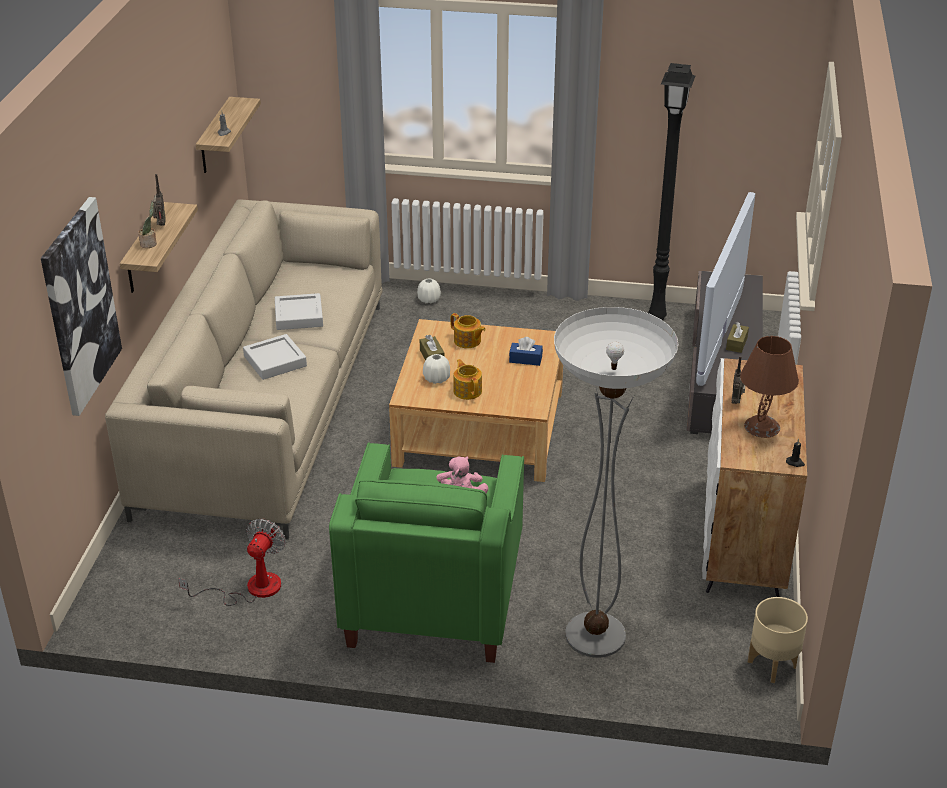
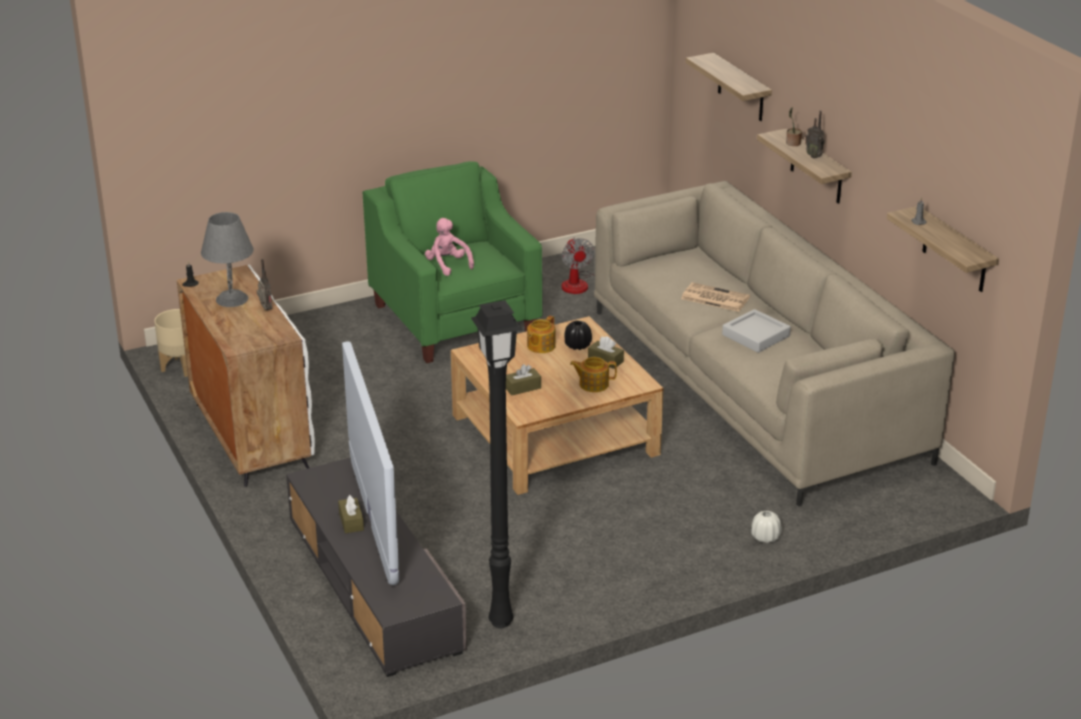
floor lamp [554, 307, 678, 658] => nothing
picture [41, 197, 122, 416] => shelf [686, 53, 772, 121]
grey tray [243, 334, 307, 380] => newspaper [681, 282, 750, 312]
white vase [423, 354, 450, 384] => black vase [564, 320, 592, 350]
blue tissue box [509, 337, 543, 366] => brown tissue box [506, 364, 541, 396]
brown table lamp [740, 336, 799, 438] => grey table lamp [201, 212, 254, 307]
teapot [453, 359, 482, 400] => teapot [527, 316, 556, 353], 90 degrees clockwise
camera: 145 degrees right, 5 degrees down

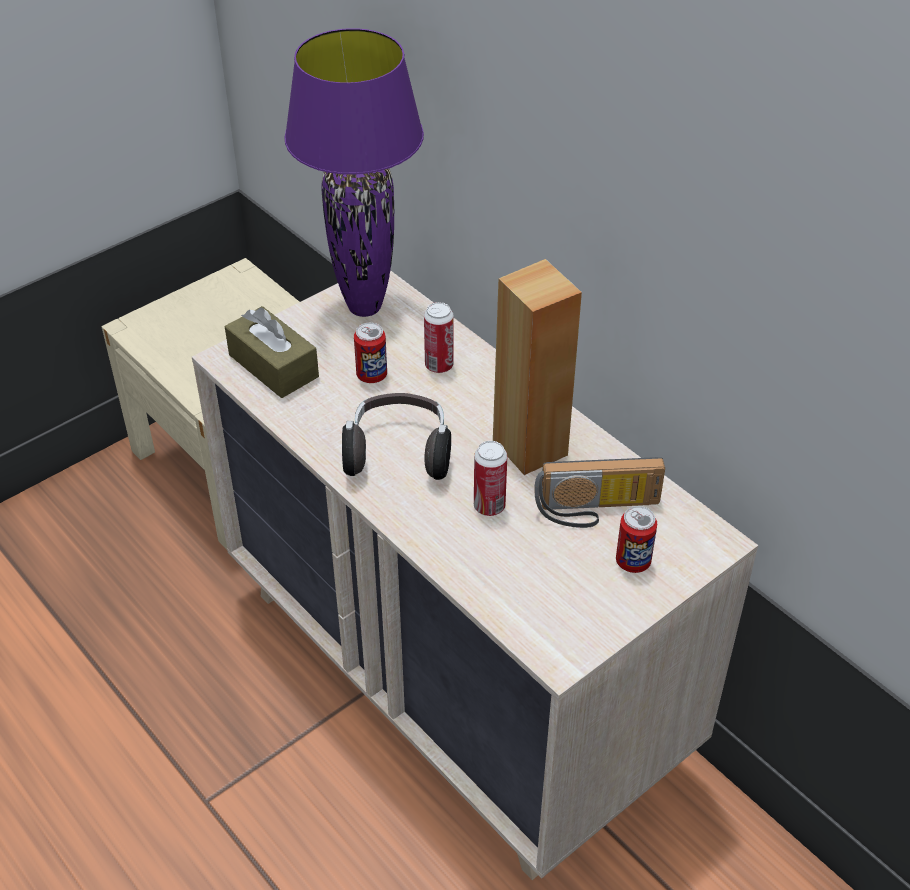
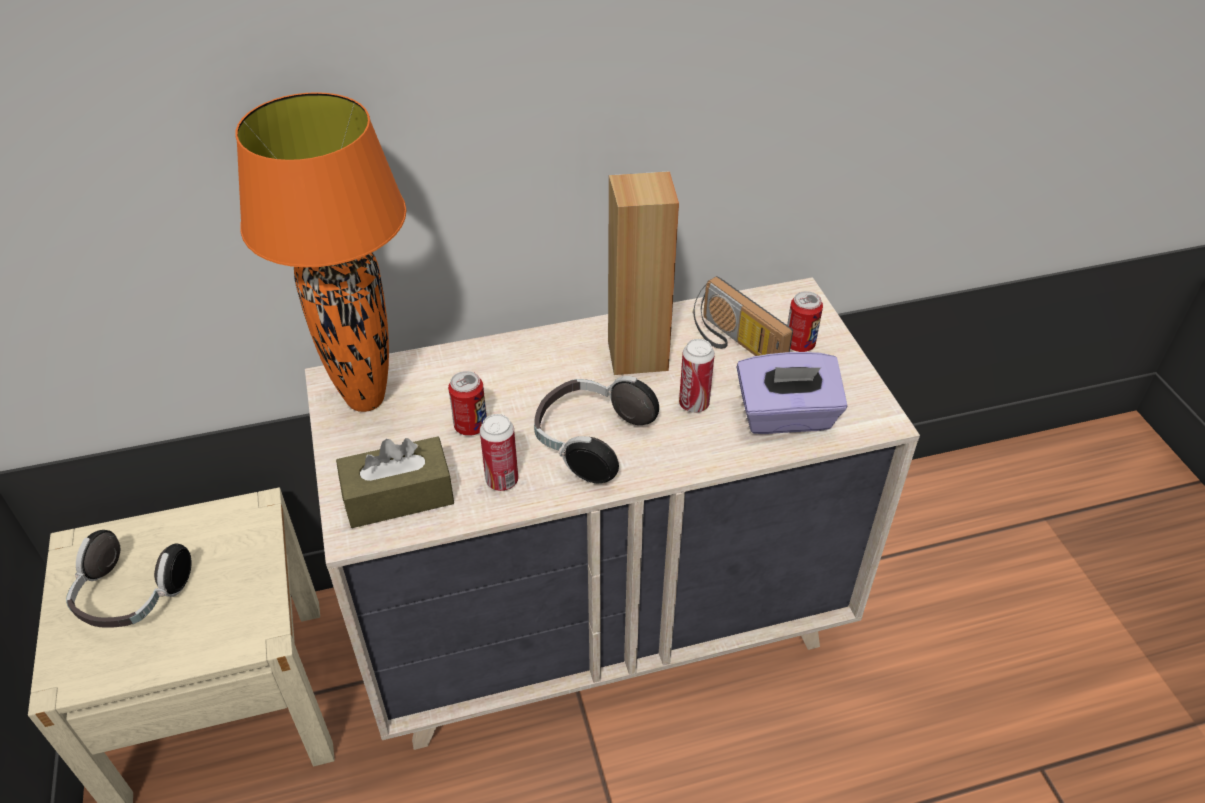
nothing => headphones [66, 530, 191, 628]
nothing => purple tissue box [737, 352, 847, 434]
can [424, 302, 454, 373] => can [480, 414, 518, 491], shifted
purple table lamp [284, 28, 424, 317] => orange table lamp [235, 92, 407, 412]
radio [534, 457, 665, 528] => radio [694, 276, 793, 356], 120 degrees clockwise
camera: 65 degrees left, 0 degrees up

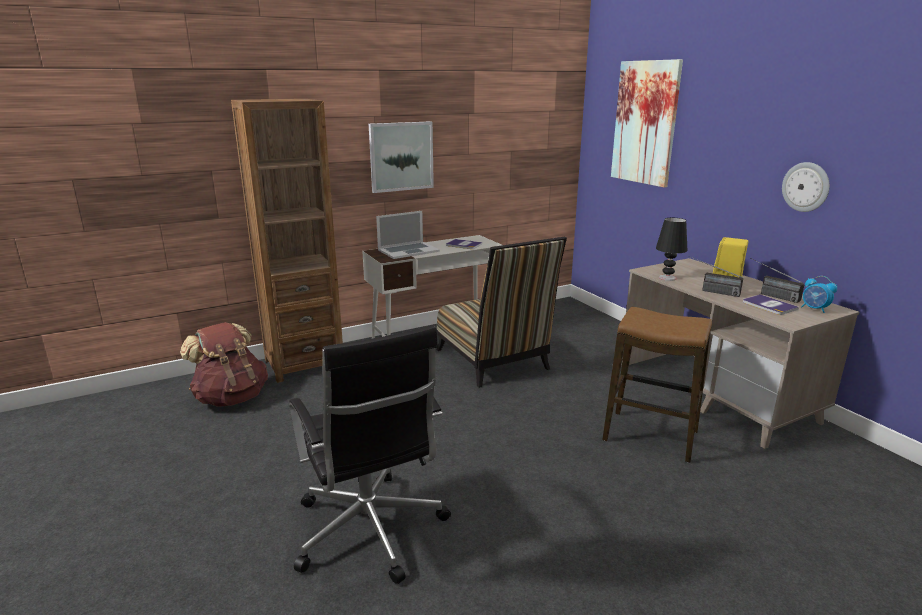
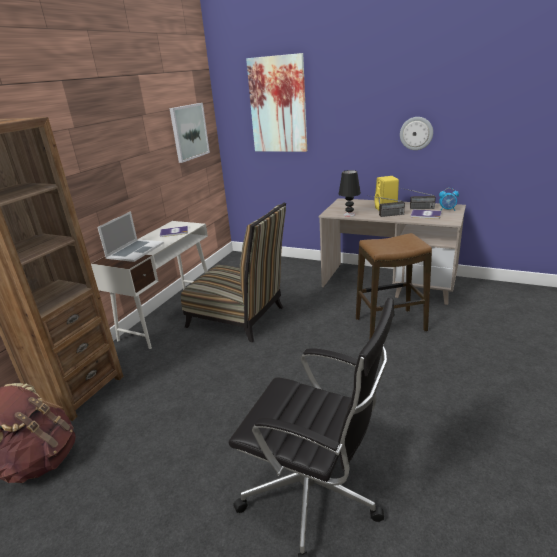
picture [369, 122, 434, 193] => picture [169, 103, 210, 163], shifted
camera: 35 degrees left, 5 degrees up

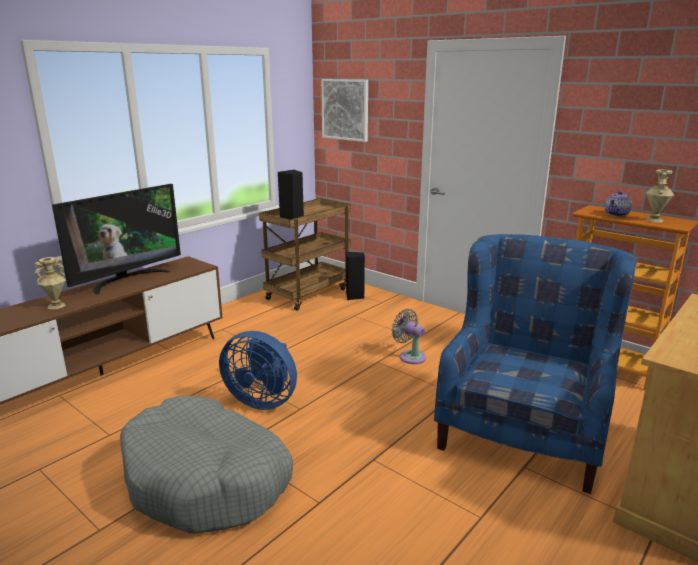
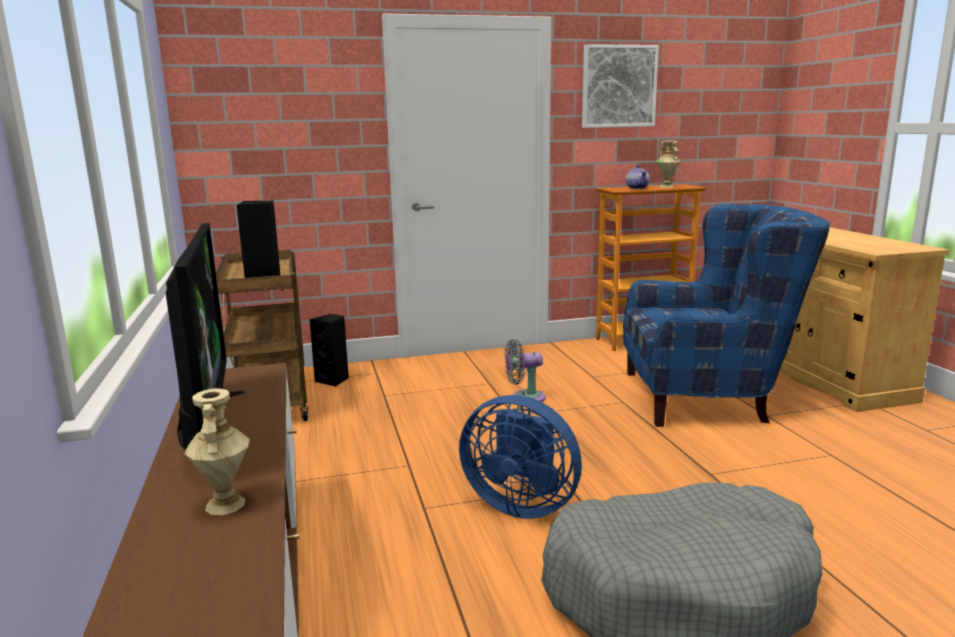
picture [321, 79, 368, 142] => picture [582, 44, 659, 128], shifted
blue fan [219, 331, 297, 410] => blue fan [459, 395, 582, 519], 60 degrees clockwise
blue armchair [434, 234, 637, 494] => blue armchair [623, 204, 830, 427], 120 degrees clockwise
camera: 55 degrees left, 5 degrees down

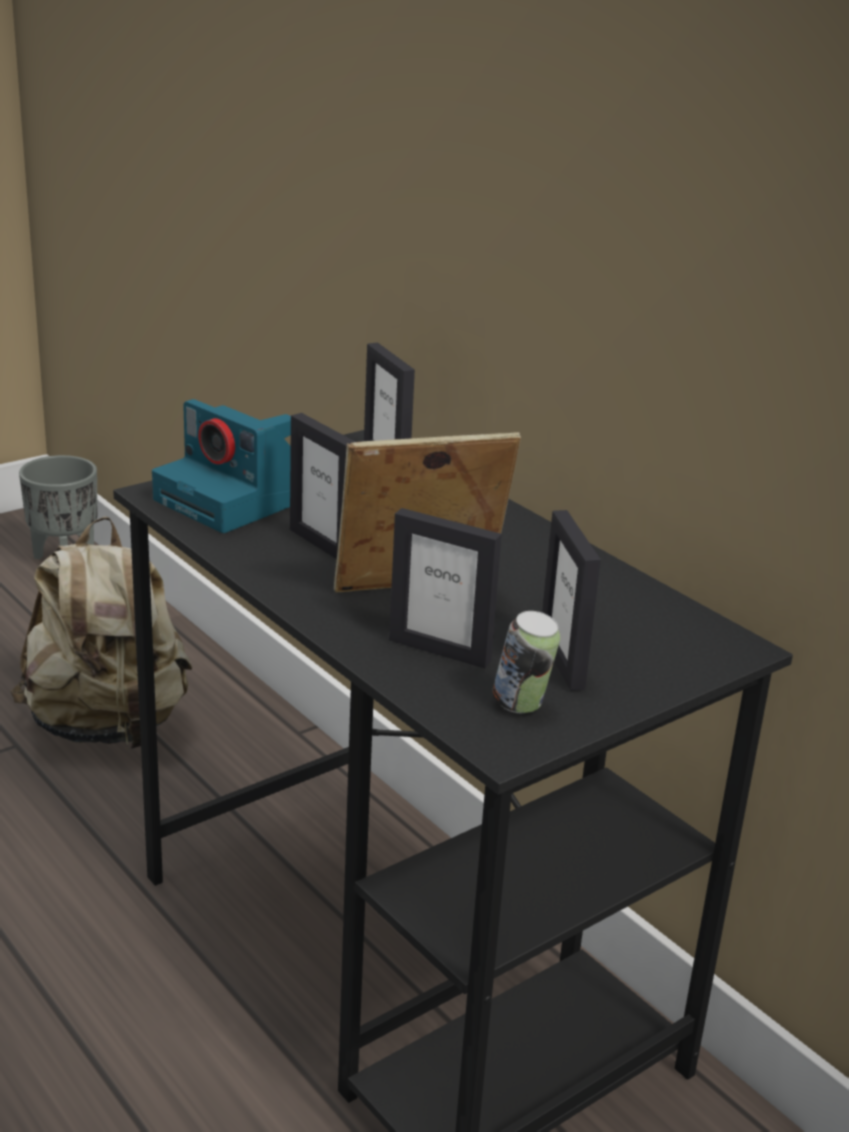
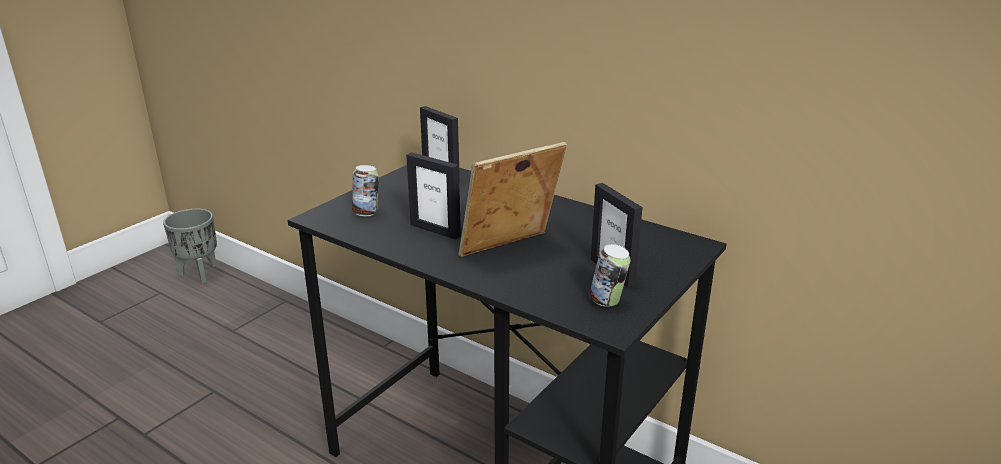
beige backpack [11, 516, 192, 749] => nothing
picture frame [389, 508, 502, 668] => nothing
photo camera [152, 399, 291, 533] => can [352, 165, 379, 216]
camera: 15 degrees left, 0 degrees up

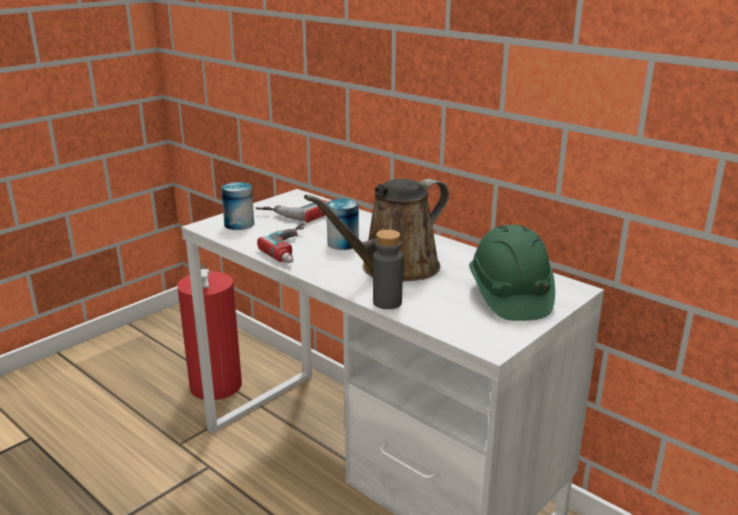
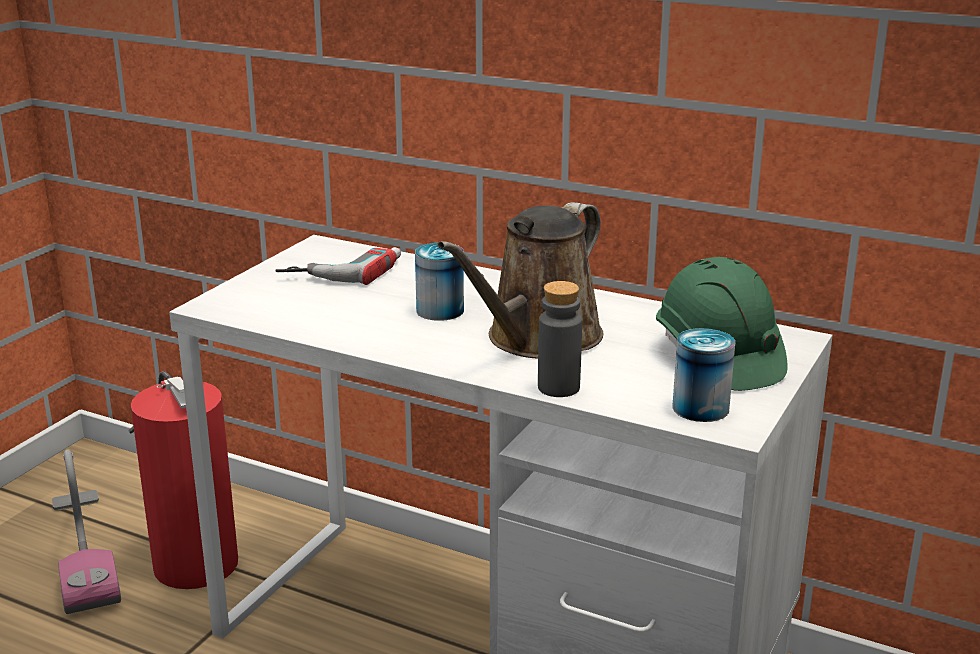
power drill [257, 224, 305, 263] => nothing
nothing => vacuum cleaner [52, 449, 121, 614]
can [221, 182, 254, 230] => can [672, 328, 735, 422], shifted
camera: 15 degrees left, 0 degrees up

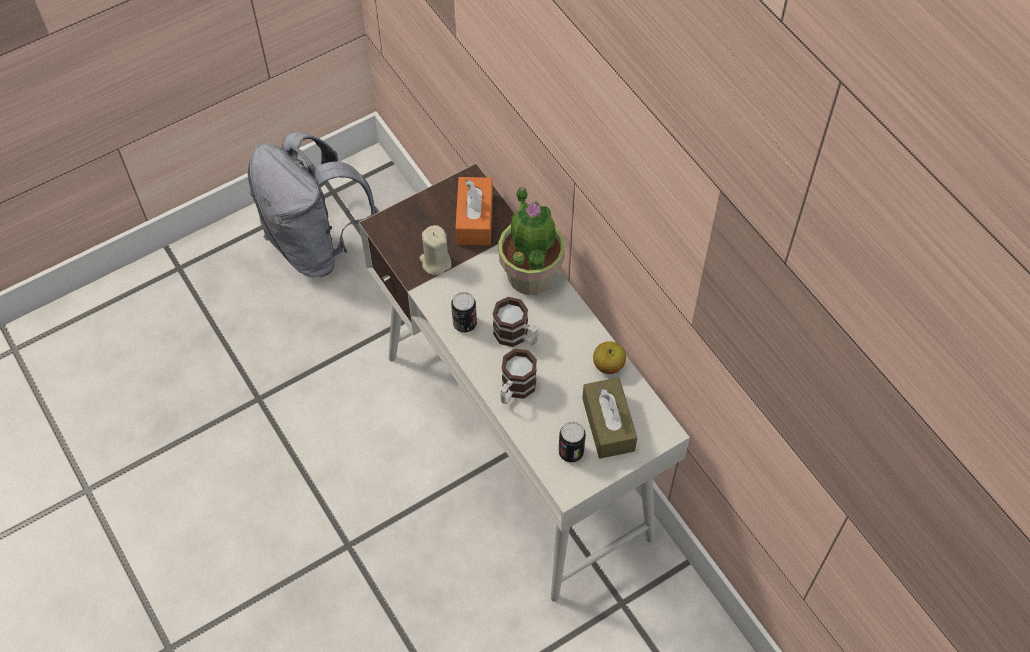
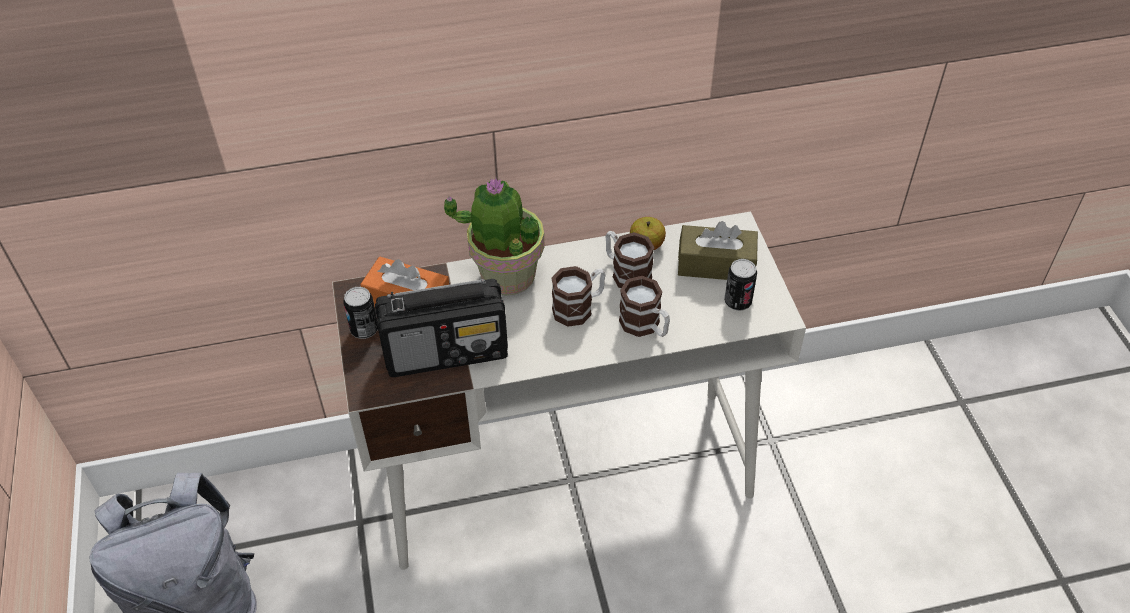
nothing => mug [605, 231, 654, 288]
can [451, 292, 477, 333] => can [343, 287, 378, 339], shifted
beige candle [420, 225, 452, 276] => radio [375, 279, 508, 377]
camera: 70 degrees left, 10 degrees down

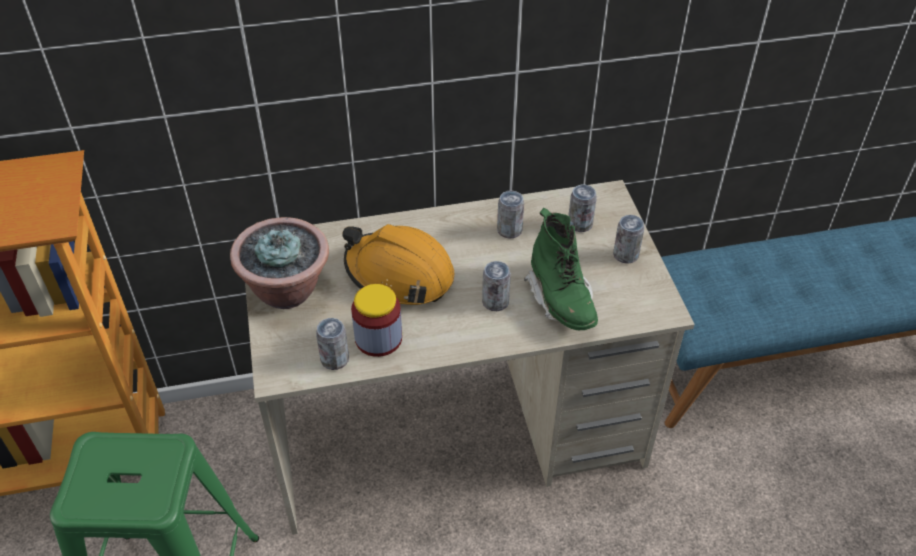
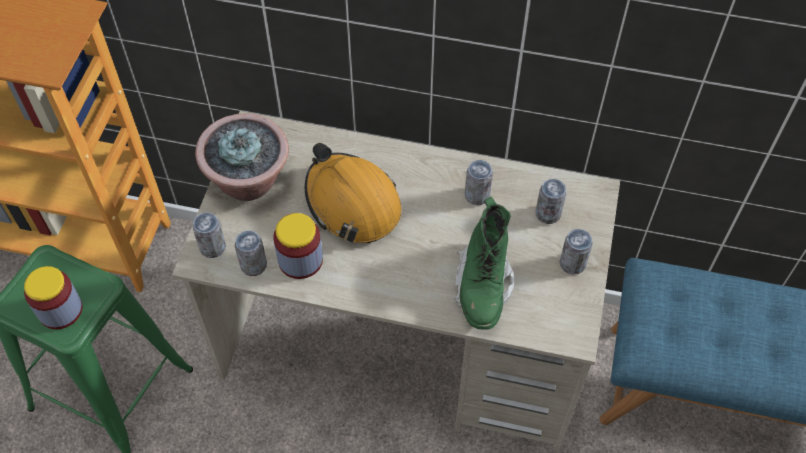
nothing => jar [24, 266, 82, 329]
can [482, 261, 511, 311] => can [193, 212, 226, 258], shifted
camera: 25 degrees right, 10 degrees up

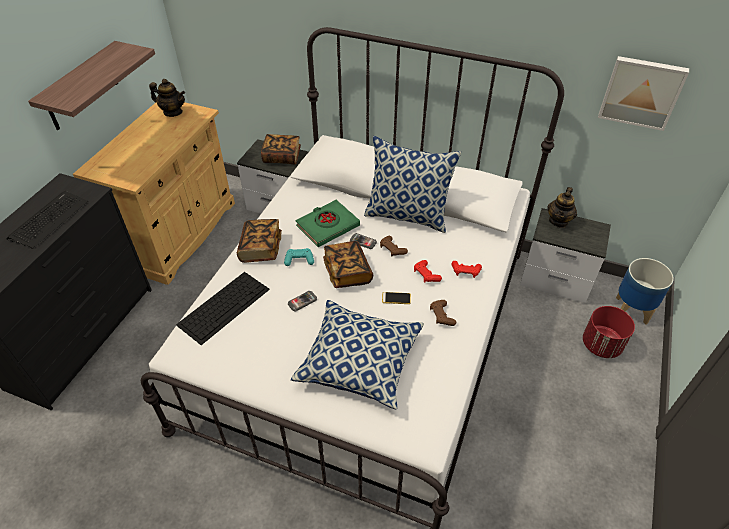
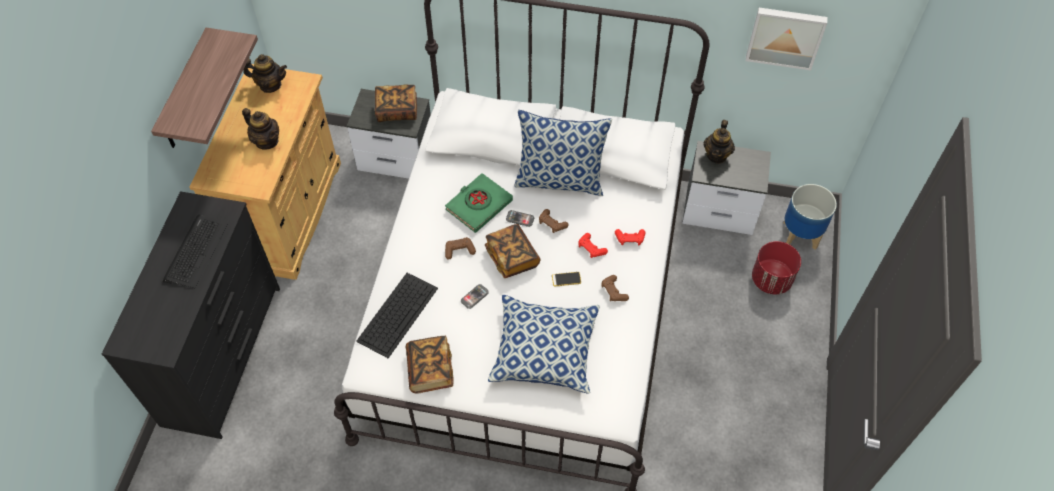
nothing => teapot [242, 108, 279, 150]
book [237, 219, 282, 263] => book [406, 336, 454, 394], shifted
turquoise game controller [284, 248, 314, 266] => brown game controller [445, 237, 476, 260]
camera: 10 degrees left, 10 degrees up

